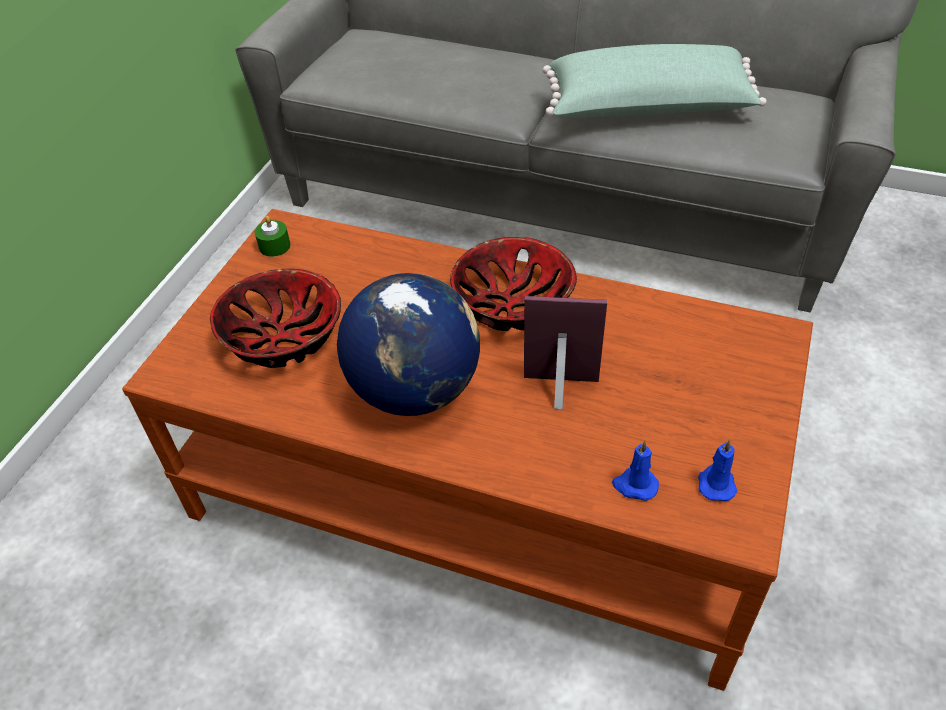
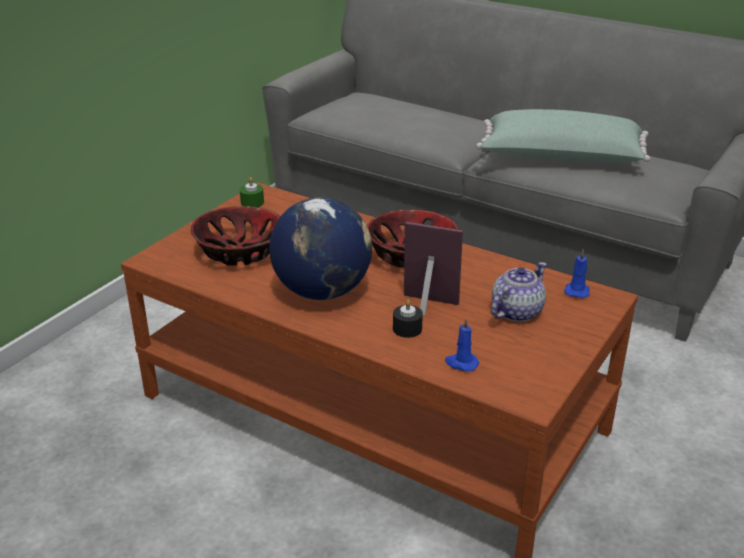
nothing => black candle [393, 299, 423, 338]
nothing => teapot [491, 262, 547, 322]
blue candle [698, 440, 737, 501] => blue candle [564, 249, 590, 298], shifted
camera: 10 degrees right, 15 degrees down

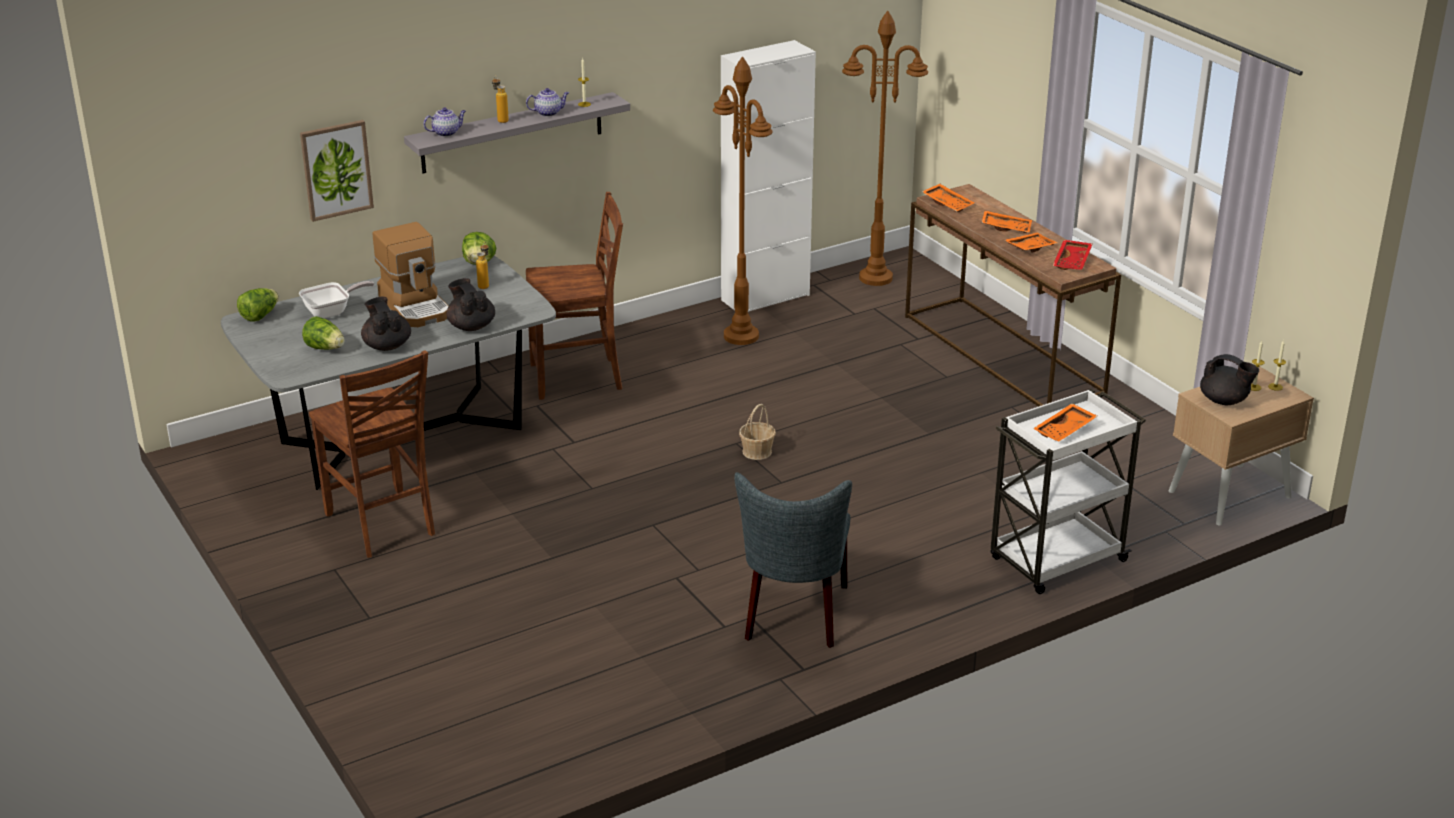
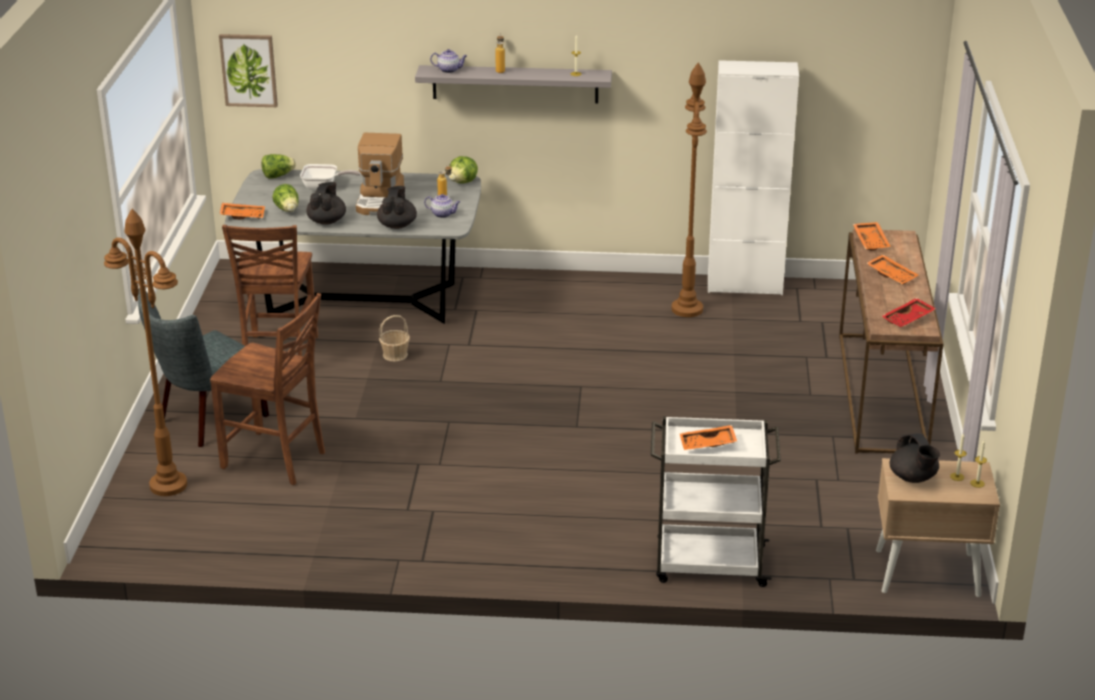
picture [300, 120, 374, 222] => picture [219, 34, 278, 107], shifted
teapot [526, 88, 569, 117] => teapot [424, 194, 460, 218], shifted
brown chair [526, 192, 623, 400] => brown chair [210, 293, 325, 485], shifted
grey chair [735, 472, 852, 648] => grey chair [138, 288, 269, 447], shifted
basket [739, 404, 776, 460] => basket [379, 315, 410, 362], shifted
brown floor lamp [842, 11, 928, 286] => brown floor lamp [104, 209, 187, 496], shifted
orange tray [1005, 232, 1058, 252] => orange tray [220, 203, 265, 219], shifted
camera: 35 degrees right, 0 degrees up

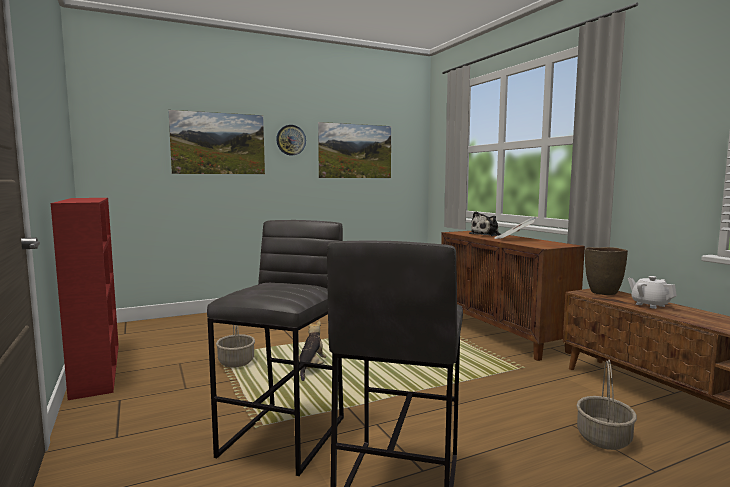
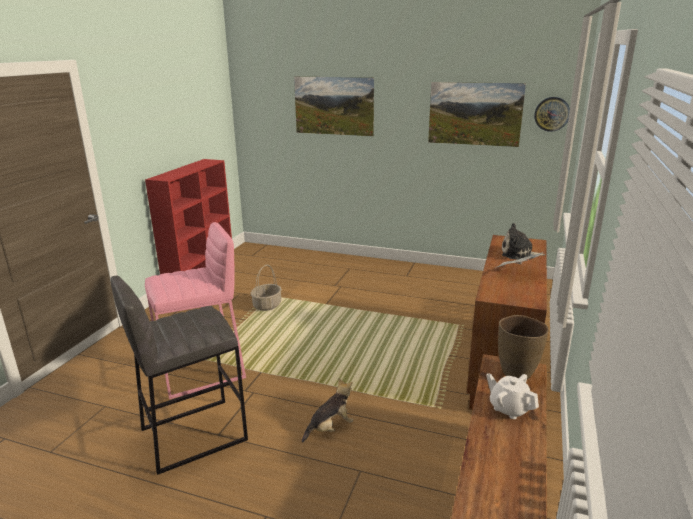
basket [576, 359, 637, 450] => nothing
wall clock [276, 125, 306, 156] => wall clock [534, 97, 570, 132], shifted
plush toy [299, 321, 327, 381] => plush toy [302, 378, 353, 443], shifted
grey stool [207, 220, 344, 476] => pink stool [145, 222, 246, 399]
white teapot [628, 276, 677, 309] => white teapot [486, 373, 539, 419], 60 degrees counterclockwise
camera: 45 degrees right, 15 degrees up

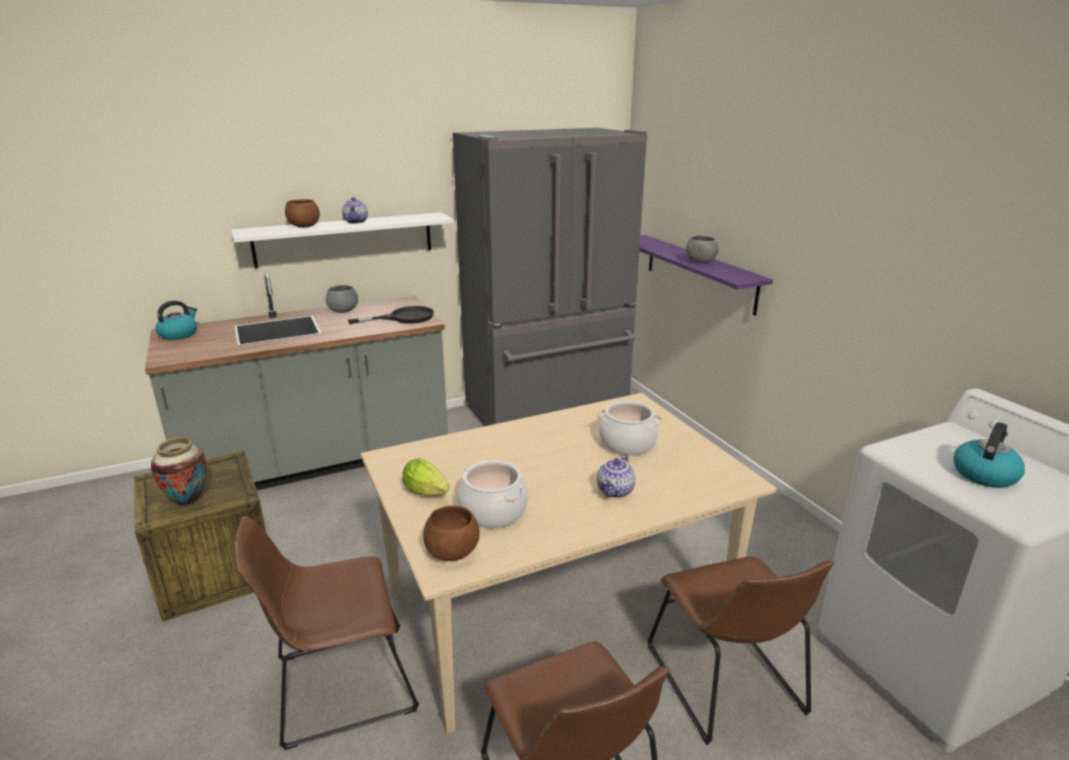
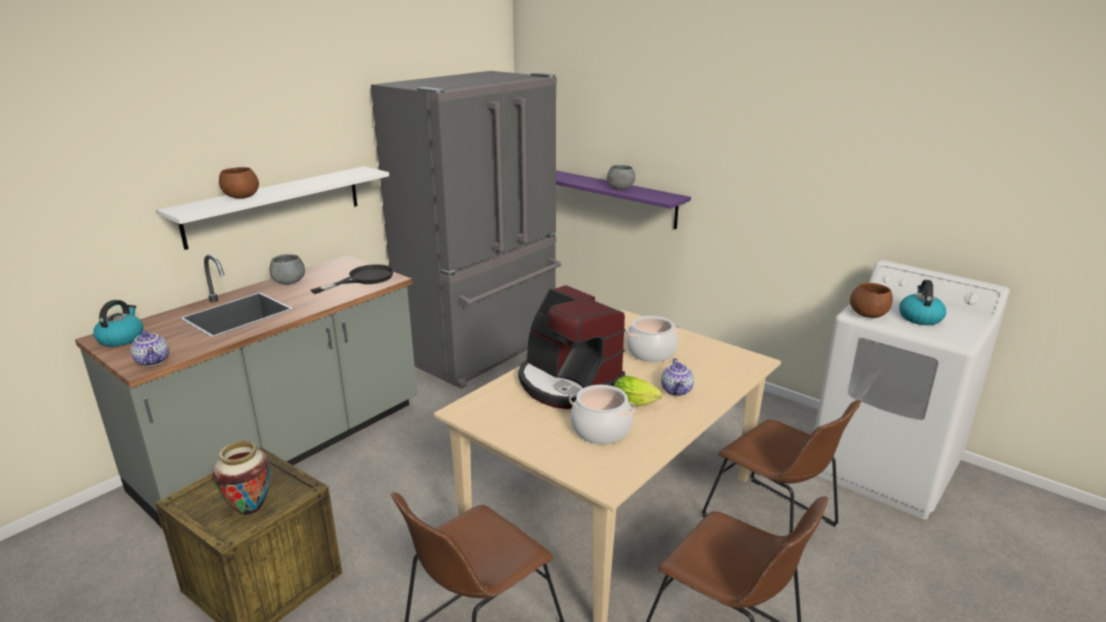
nothing => coffee machine [518, 285, 626, 409]
teapot [342, 197, 368, 224] => teapot [130, 330, 169, 366], shifted
lettuce [403, 458, 450, 496] => lettuce [614, 376, 662, 406], shifted
brown bowl [423, 505, 480, 561] => brown bowl [850, 283, 893, 318], shifted
camera: 25 degrees left, 0 degrees up

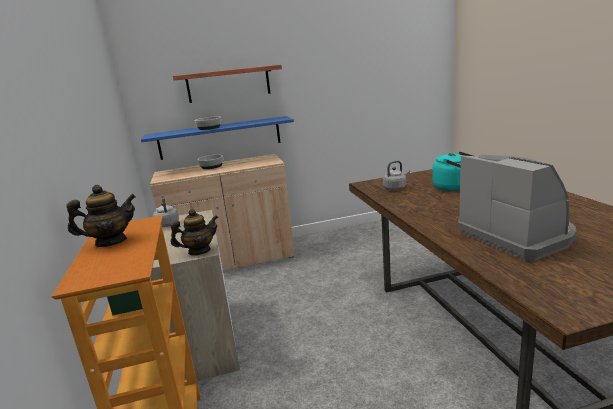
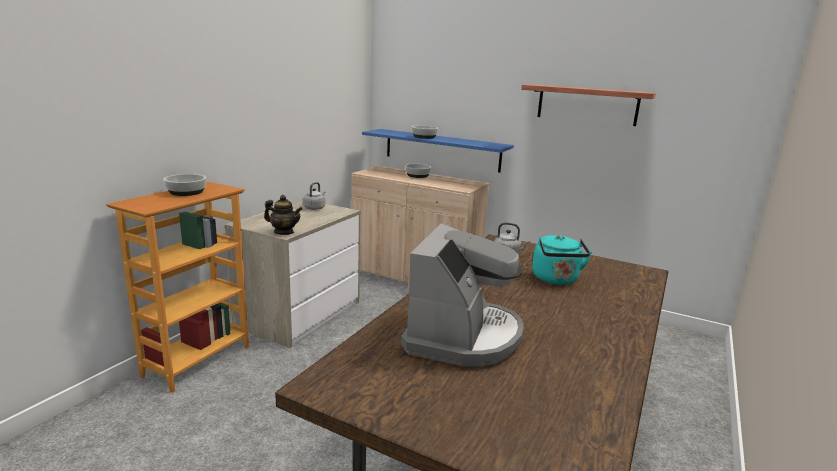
shelf [173, 65, 282, 103] => shelf [521, 84, 656, 126], shifted
teapot [66, 185, 136, 247] => bowl [163, 174, 207, 196]
camera: 40 degrees right, 0 degrees up

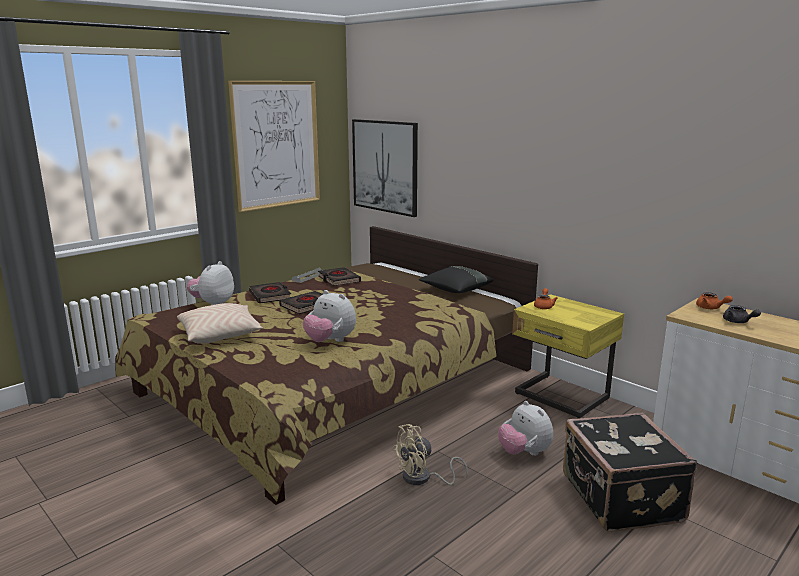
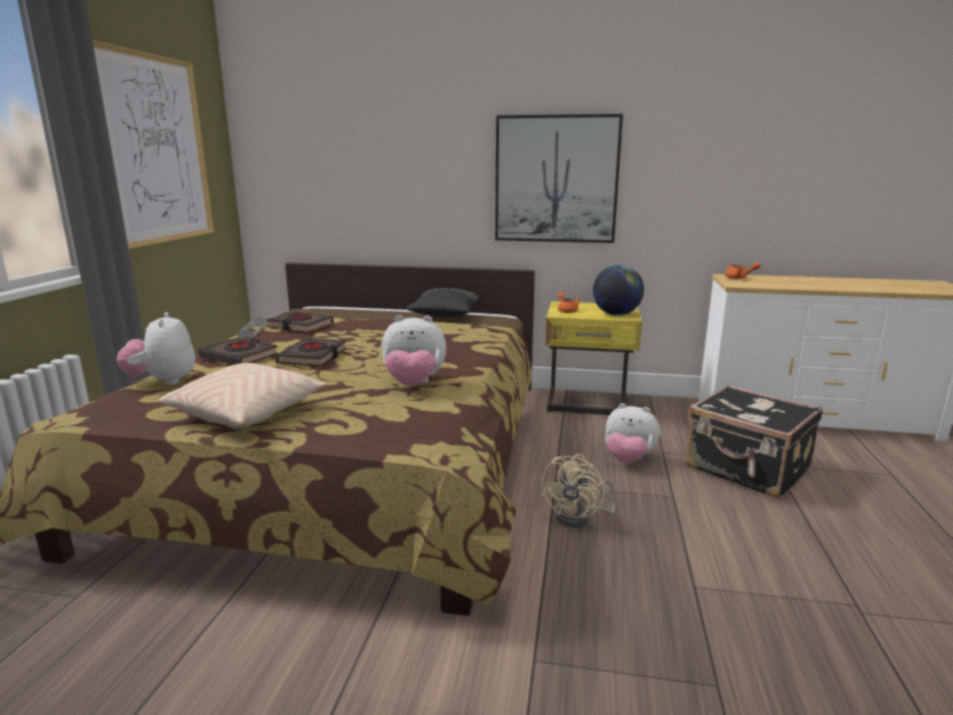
grey teapot [723, 305, 761, 323] => nothing
nothing => globe [593, 265, 644, 315]
picture [352, 119, 418, 217] => picture [495, 114, 623, 243], shifted
camera: 35 degrees left, 0 degrees up

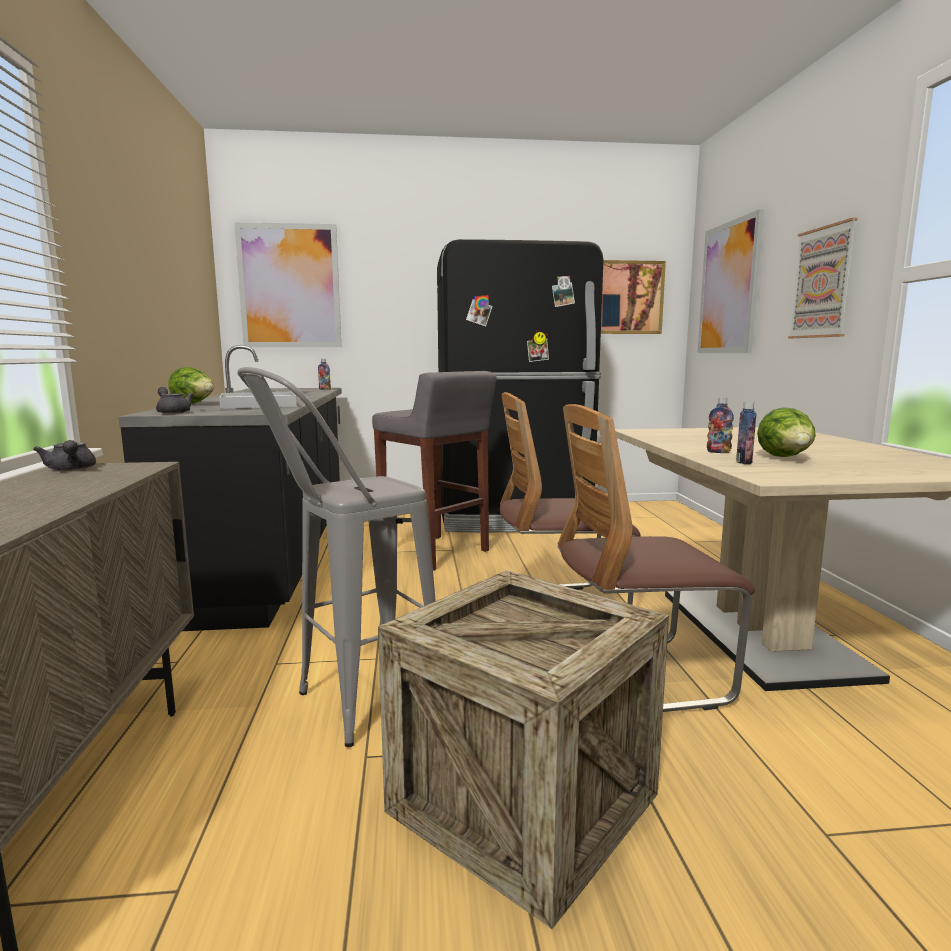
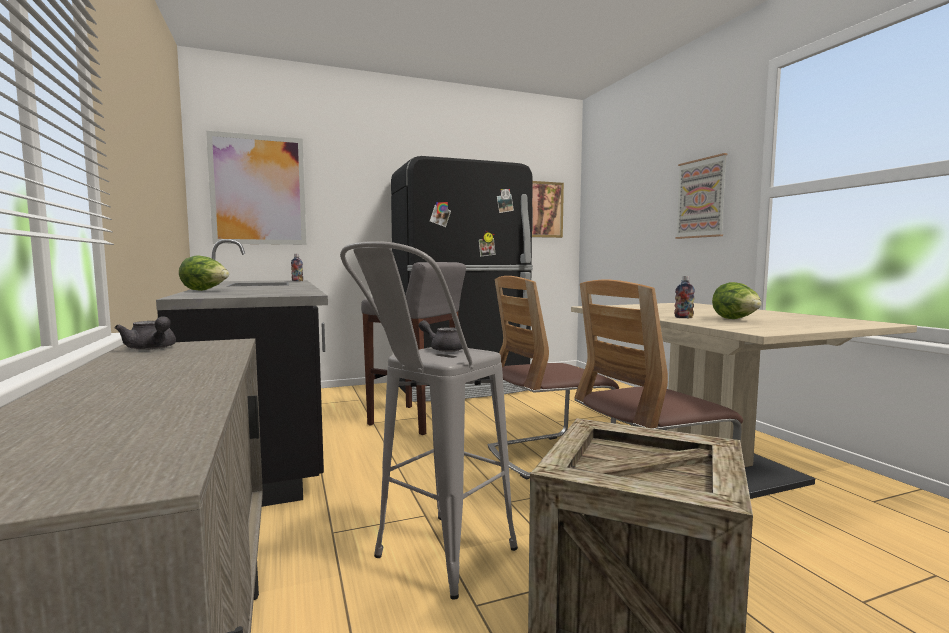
white tray [219, 392, 297, 409] => nothing
picture [697, 209, 764, 353] => nothing
bottle [736, 402, 757, 464] => nothing
grey teapot [156, 387, 194, 414] => grey teapot [419, 320, 463, 352], shifted
camera: 15 degrees left, 5 degrees down

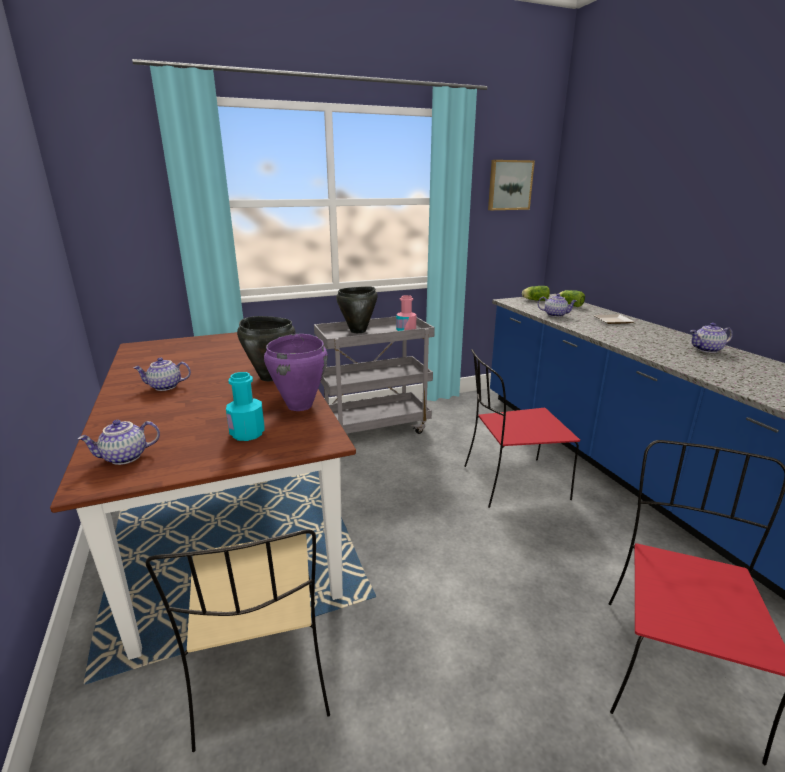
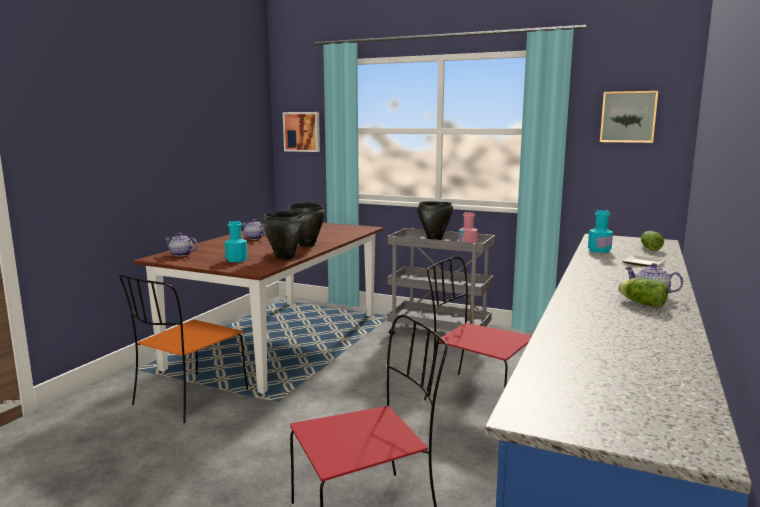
nothing => picture [283, 112, 320, 152]
lettuce [522, 286, 550, 301] => lettuce [618, 278, 668, 307], shifted
teapot [538, 294, 577, 317] => turquoise bottle [588, 210, 613, 253]
beige chair [145, 530, 330, 752] => orange chair [119, 274, 248, 423]
purple cooking pot [264, 334, 328, 411] => black cooking pot [262, 210, 305, 260]
camera: 45 degrees right, 10 degrees down

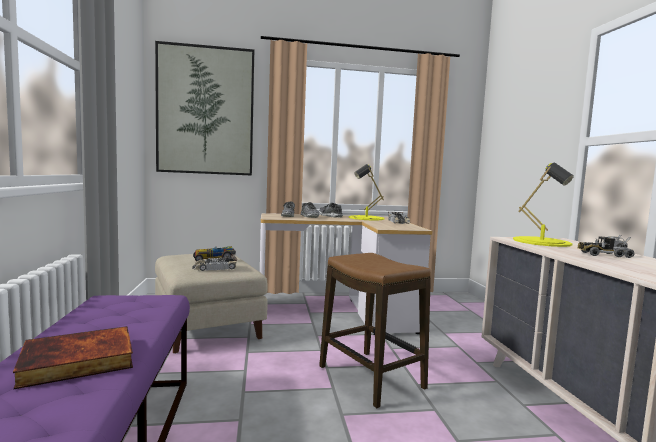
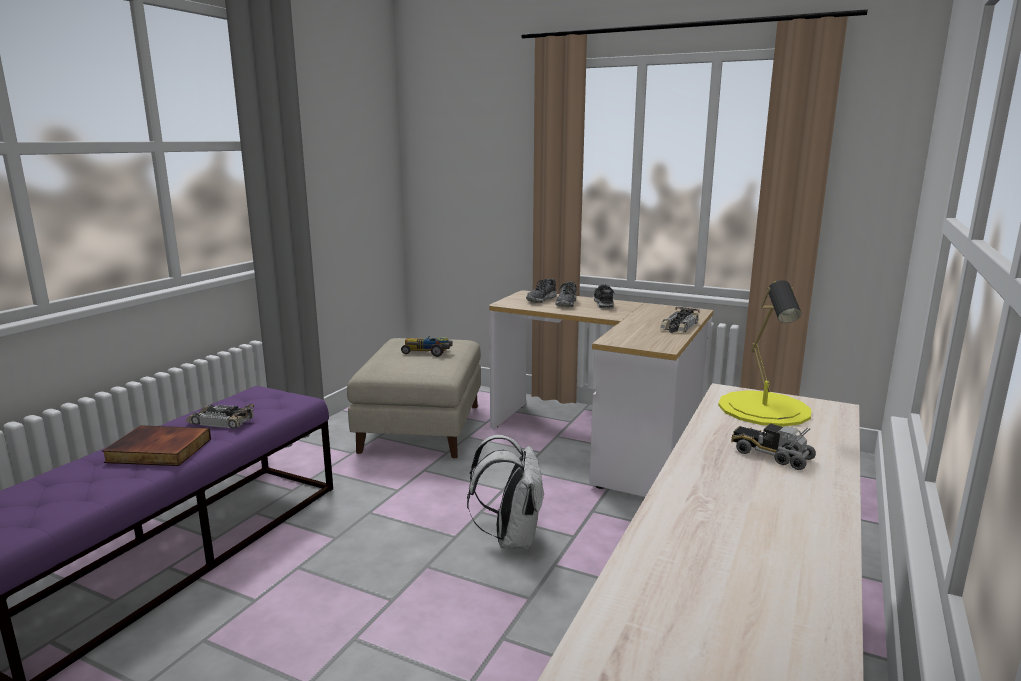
picture [155, 41, 254, 175] => nothing
yellow table lamp [349, 164, 385, 220] => nothing
toy car [192, 255, 237, 271] => toy car [185, 404, 254, 429], shifted
stool [319, 253, 431, 408] => white backpack [467, 435, 545, 550]
camera: 35 degrees right, 10 degrees up

